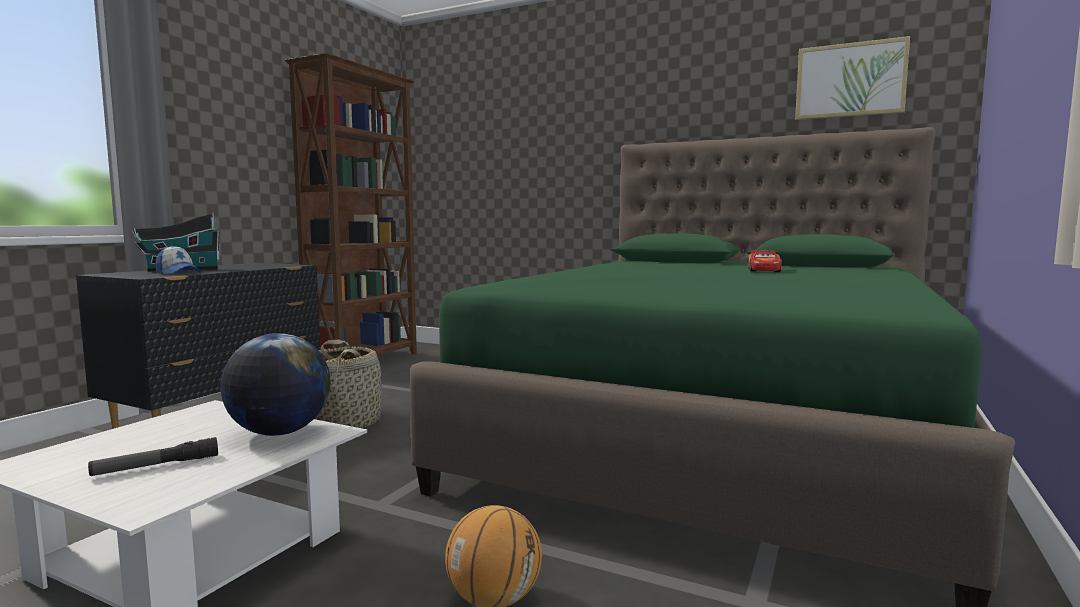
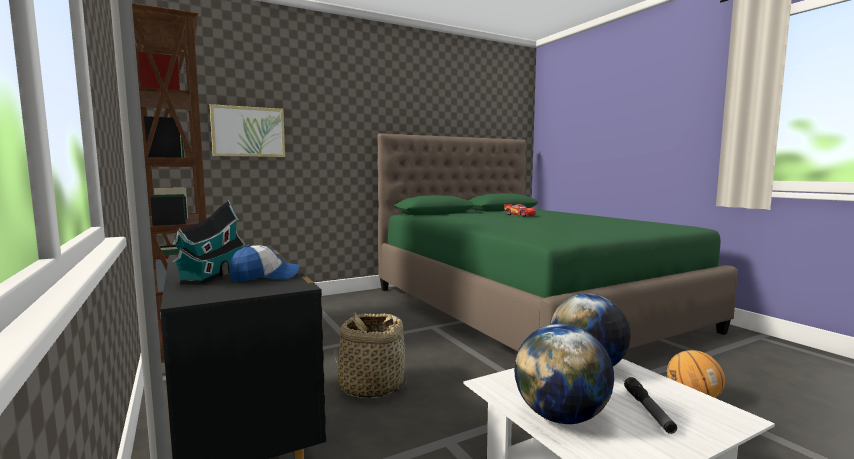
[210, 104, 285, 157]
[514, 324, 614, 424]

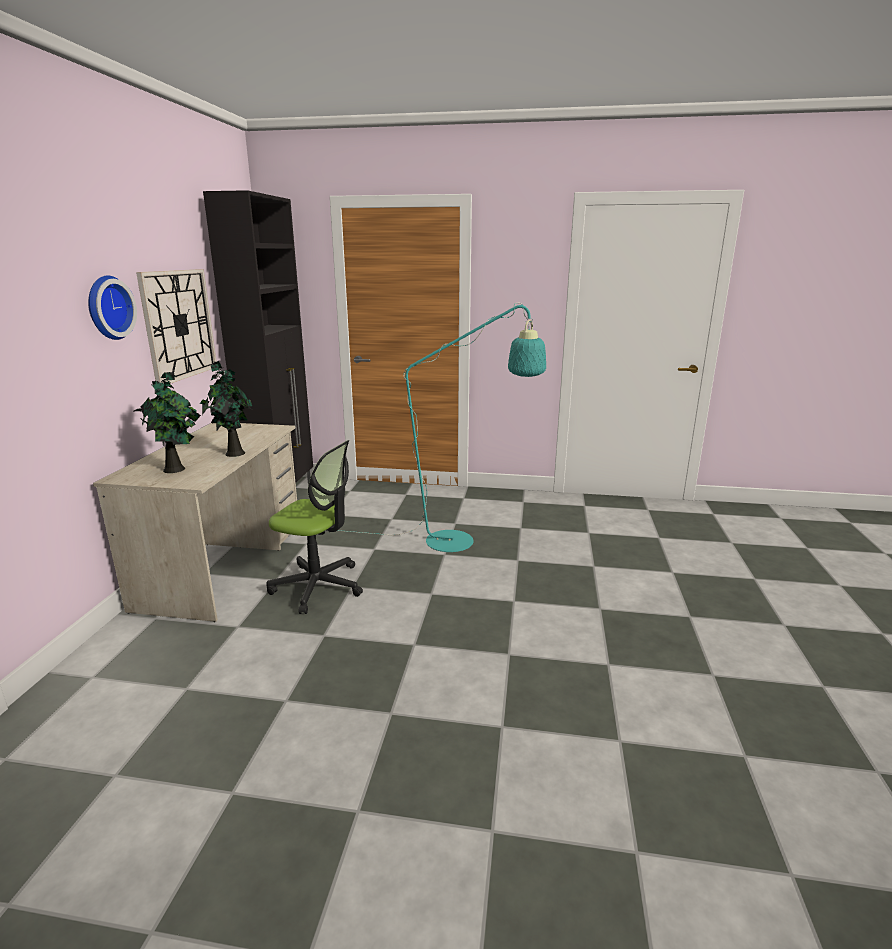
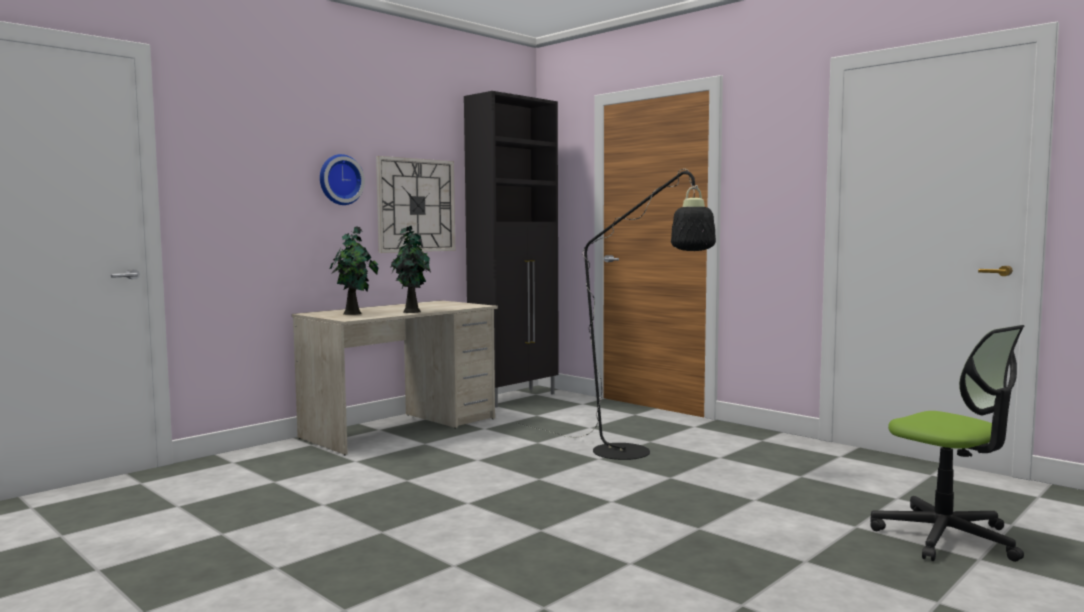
[516, 169, 716, 460]
[870, 325, 1024, 562]

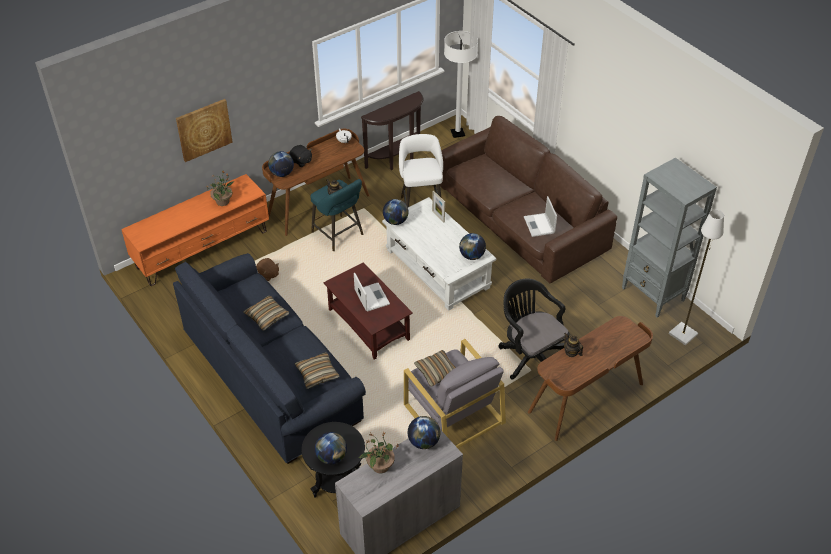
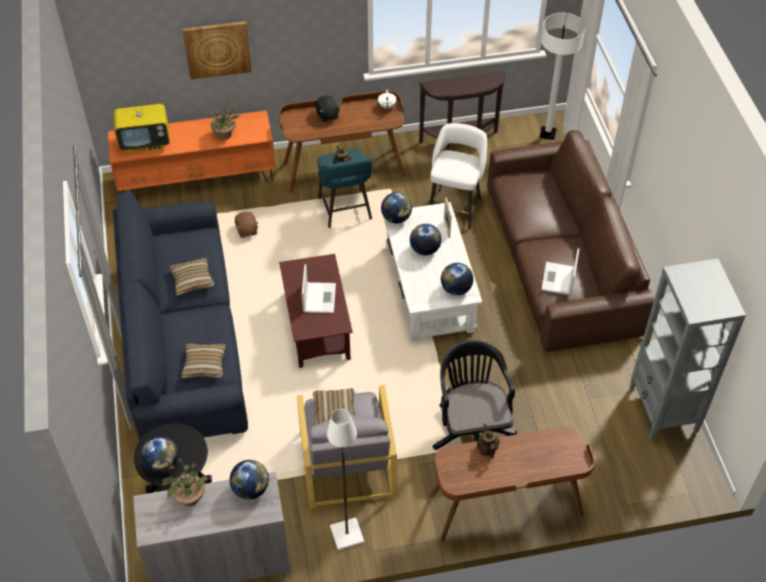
[114, 97, 170, 153]
[327, 409, 364, 551]
[410, 224, 441, 256]

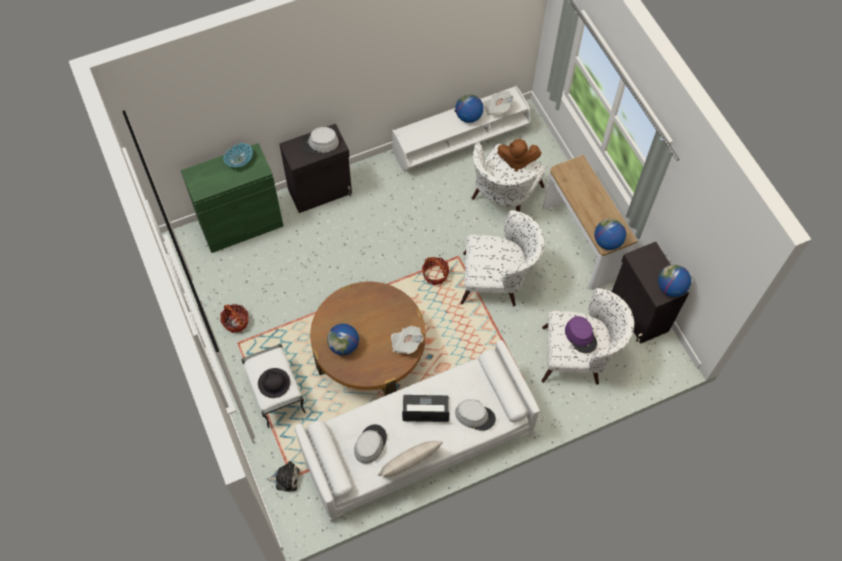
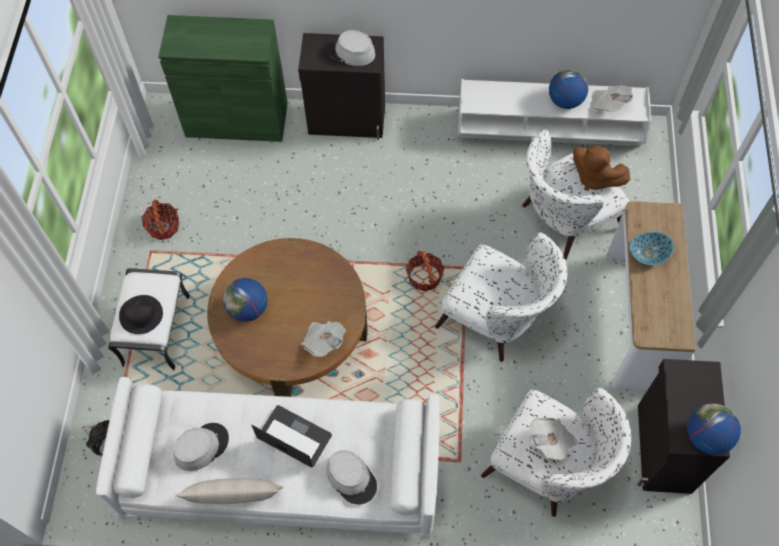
[530, 417, 578, 461]
[630, 232, 674, 265]
[594, 219, 626, 250] (first image)

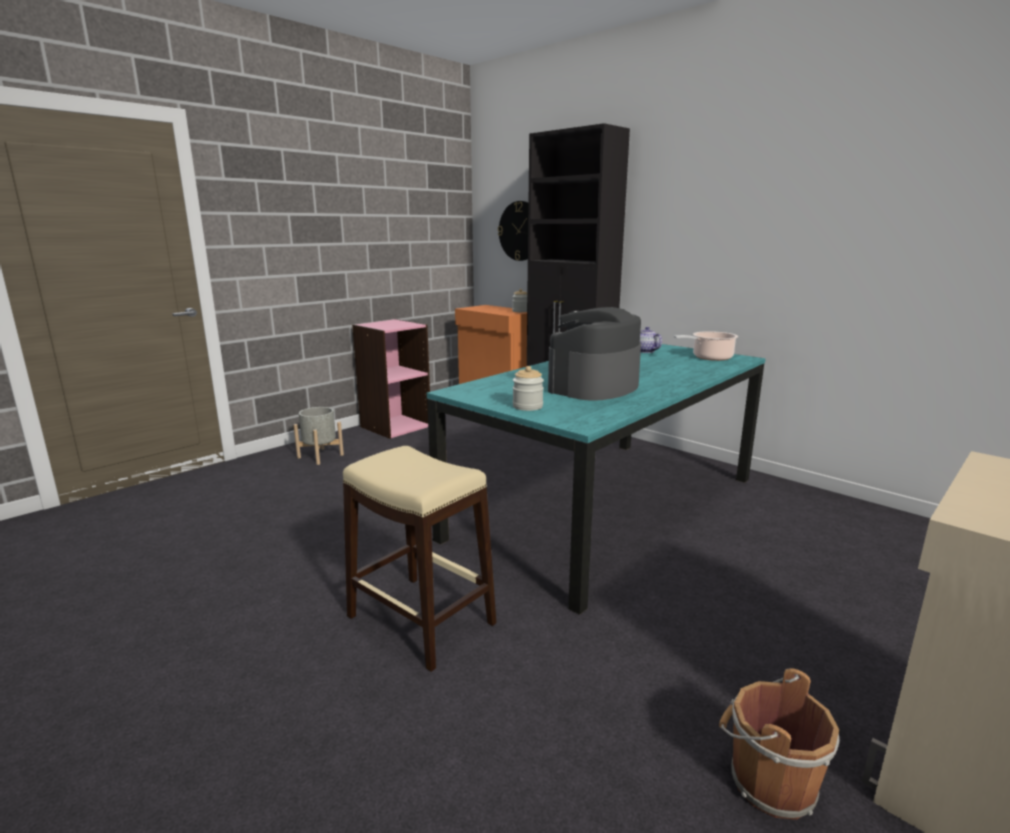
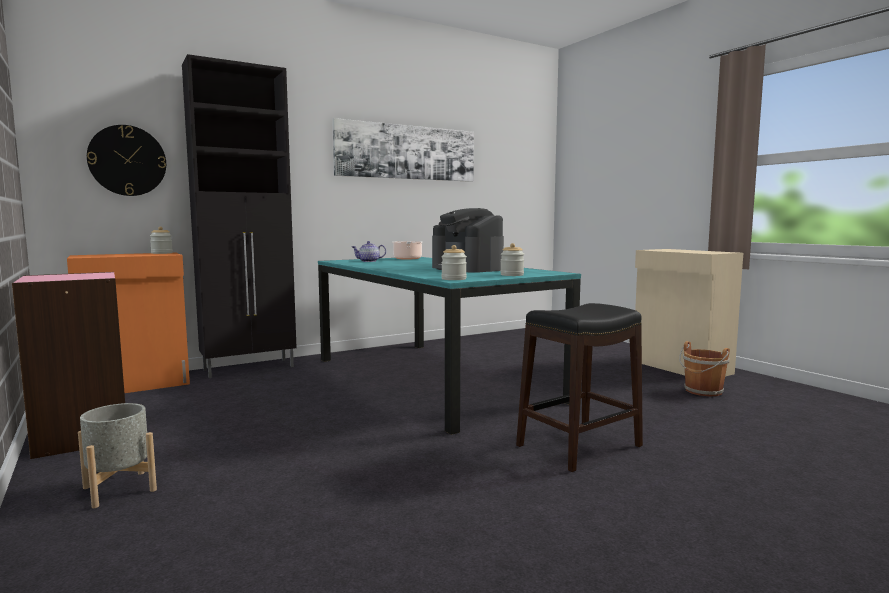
[332, 118, 474, 182]
[441, 245, 467, 280]
[516, 303, 643, 472]

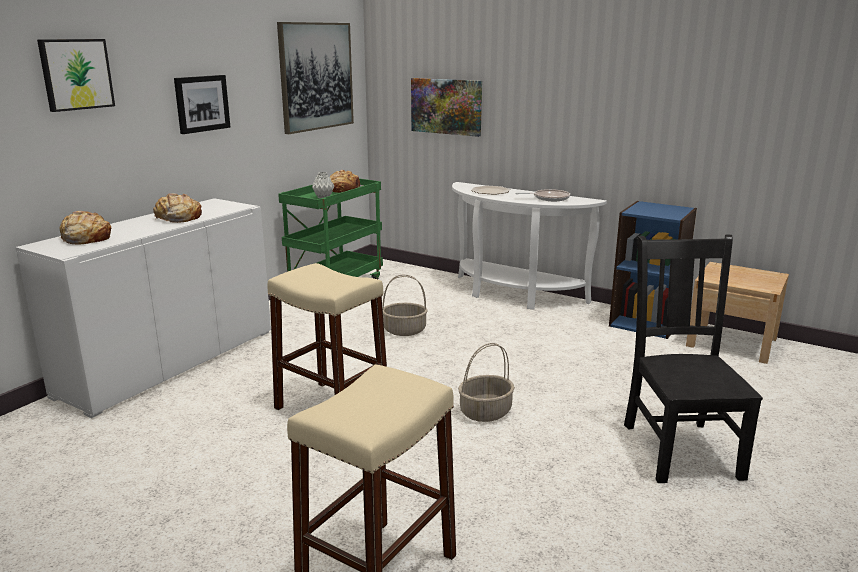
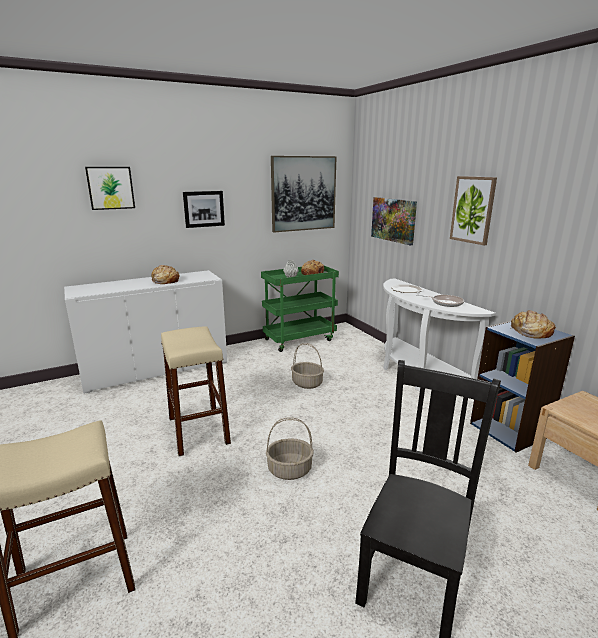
[450, 176, 497, 245]
[511, 310, 556, 339]

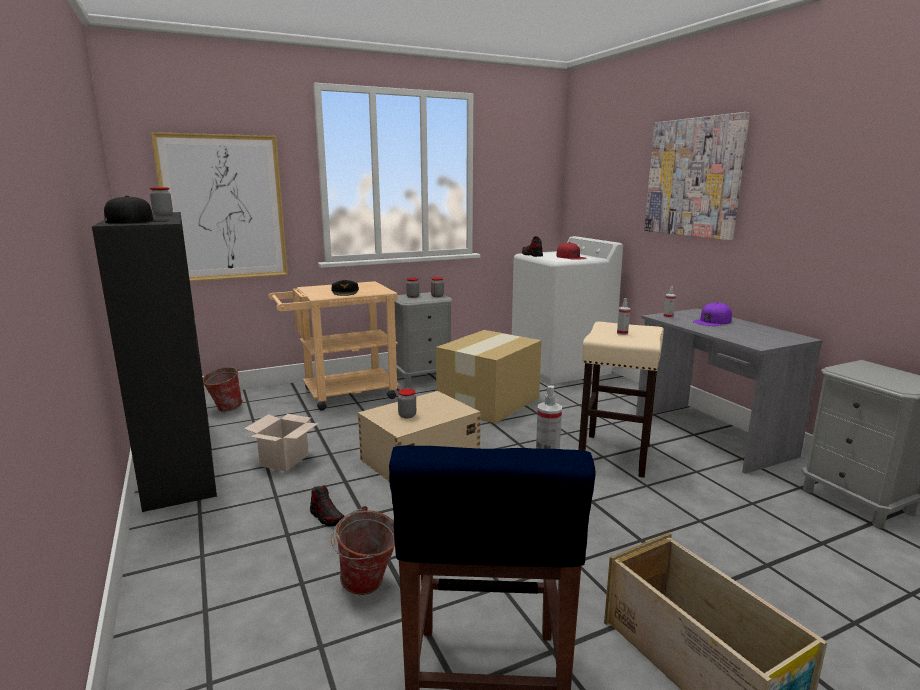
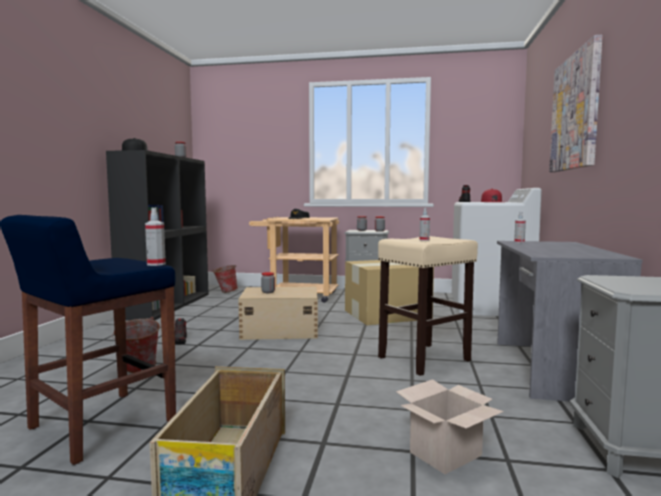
[396, 379, 504, 474]
[151, 132, 288, 281] (first image)
[693, 302, 732, 326] (first image)

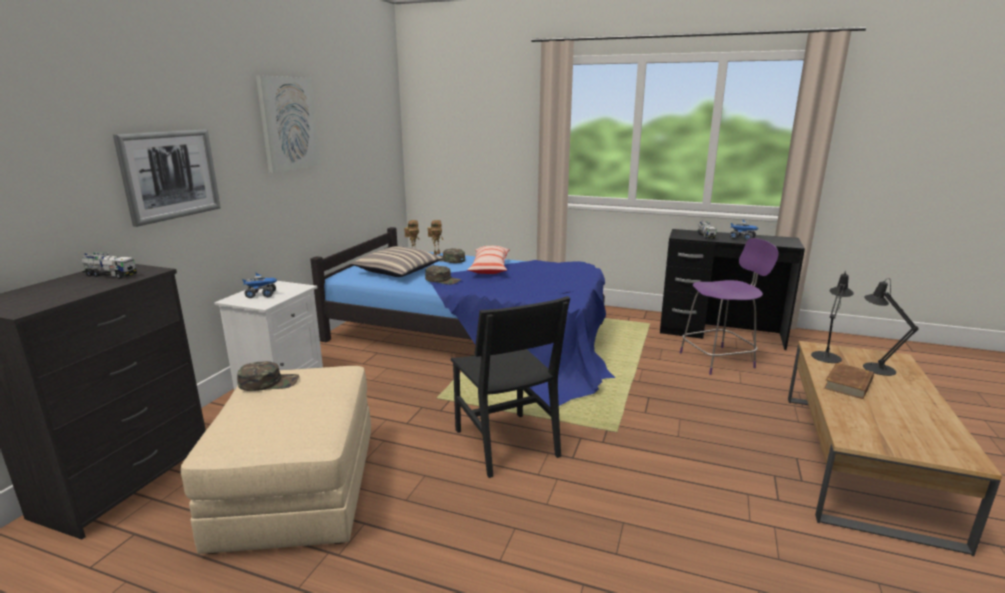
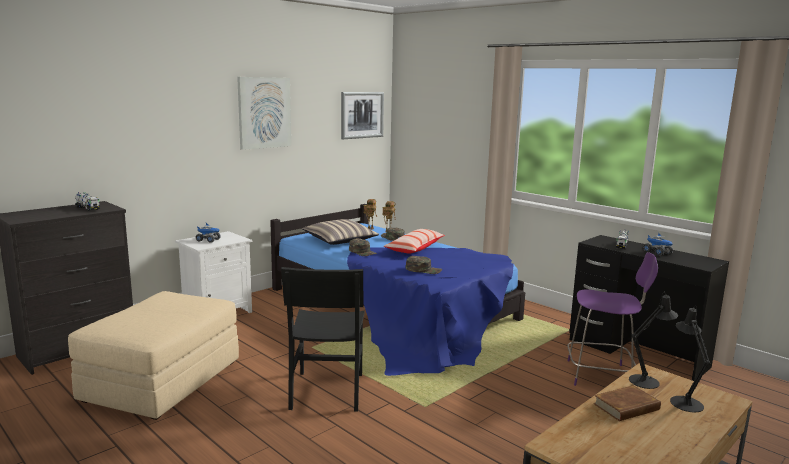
[341, 92, 384, 139]
[406, 256, 442, 274]

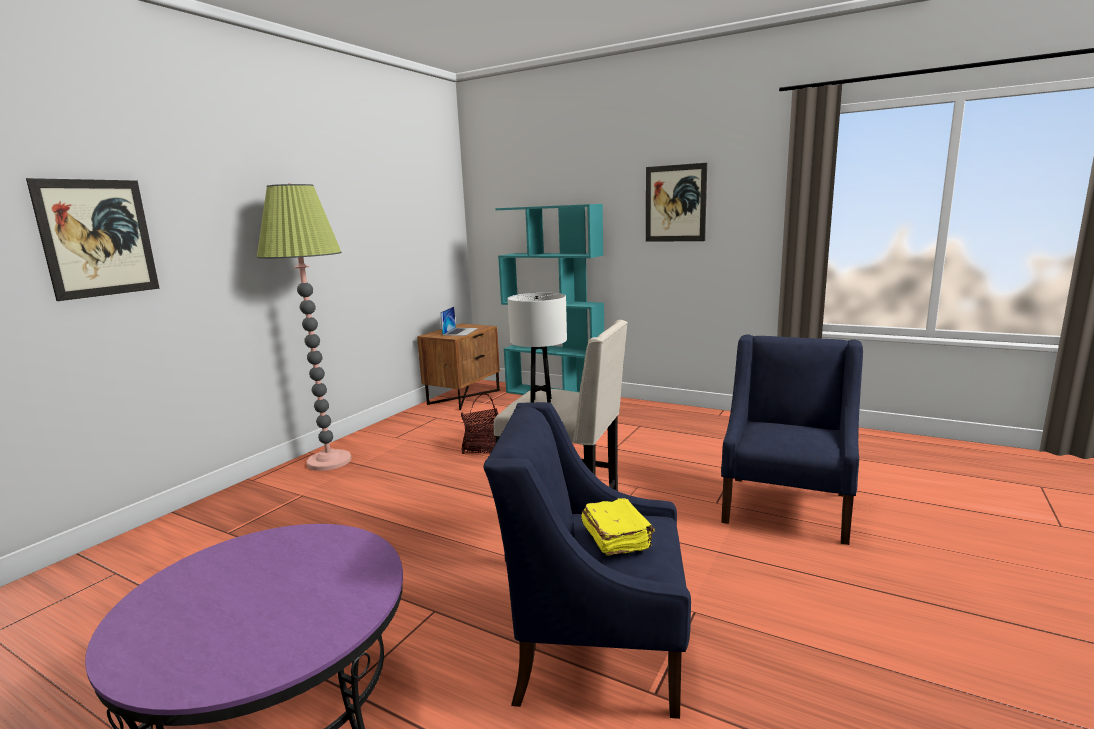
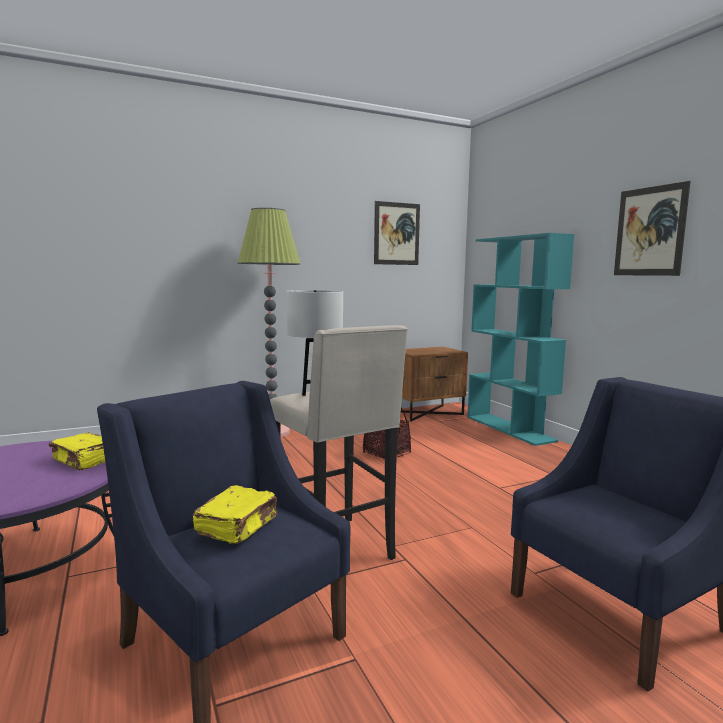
[49, 432, 105, 470]
[374, 201, 420, 265]
[440, 307, 478, 336] (first image)

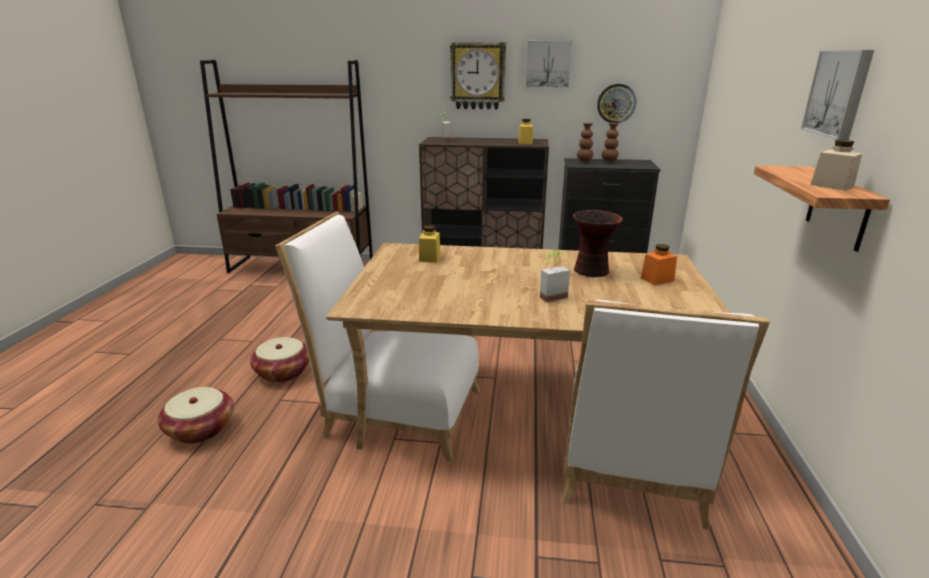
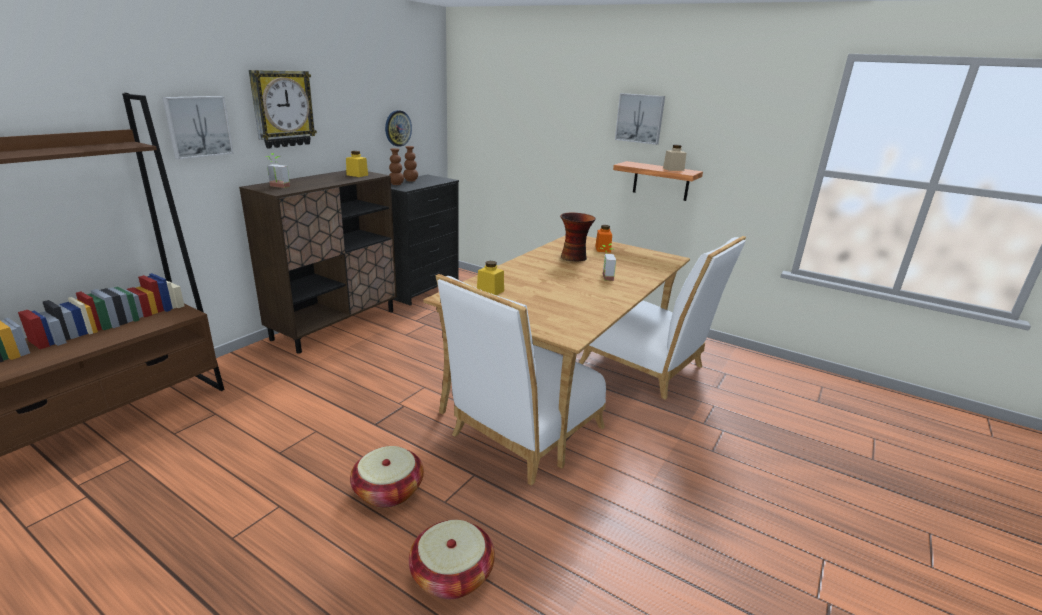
[162, 96, 234, 159]

